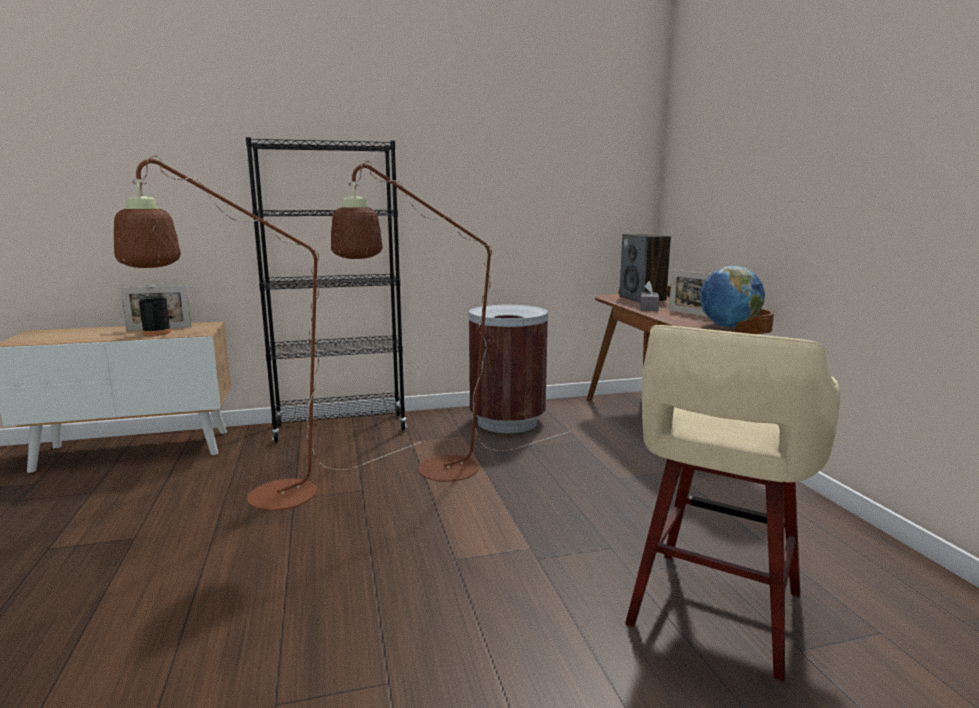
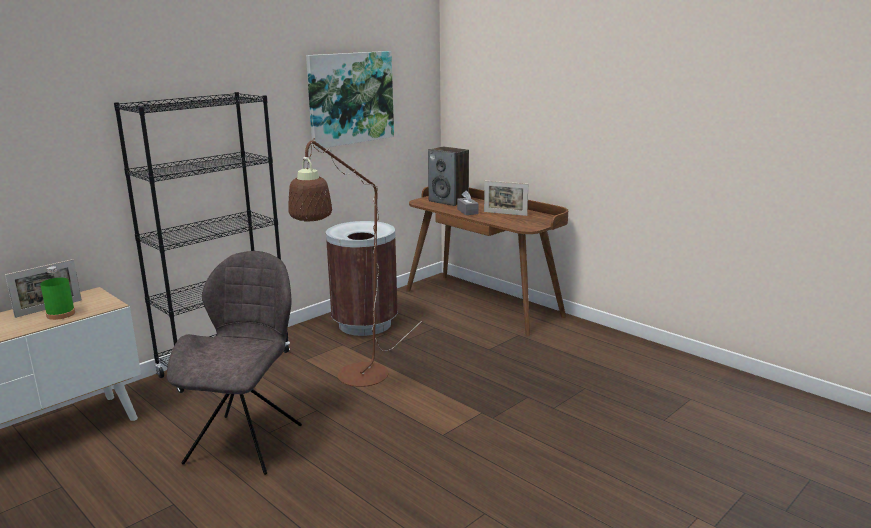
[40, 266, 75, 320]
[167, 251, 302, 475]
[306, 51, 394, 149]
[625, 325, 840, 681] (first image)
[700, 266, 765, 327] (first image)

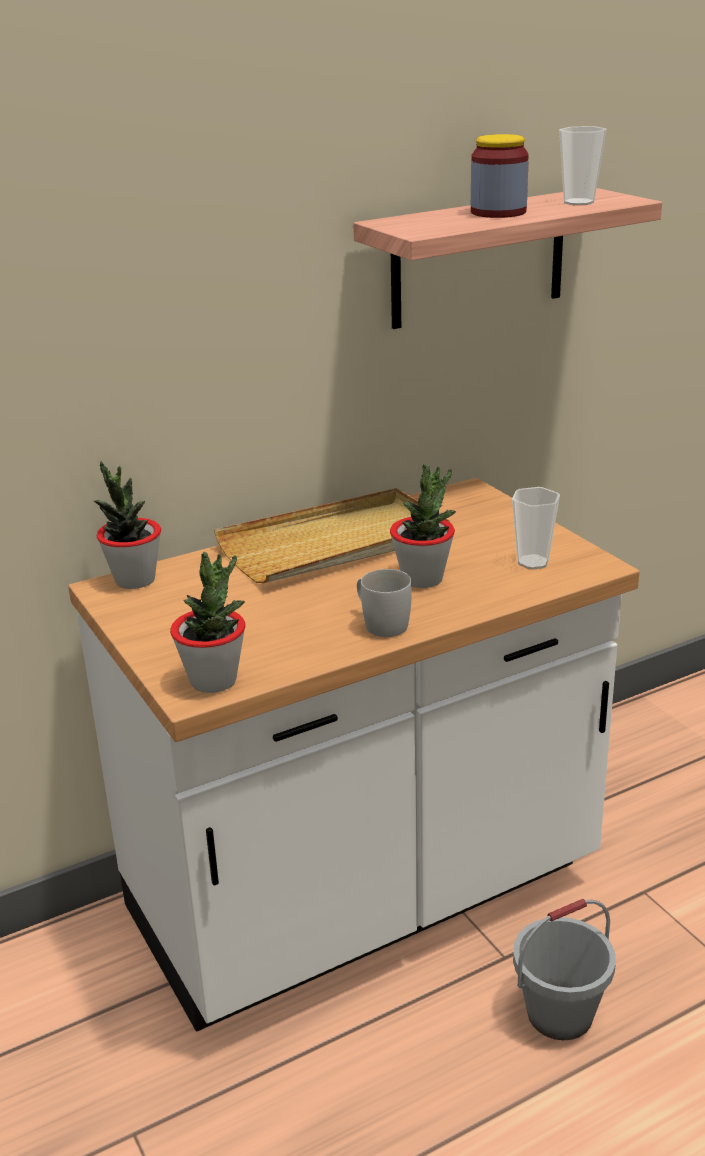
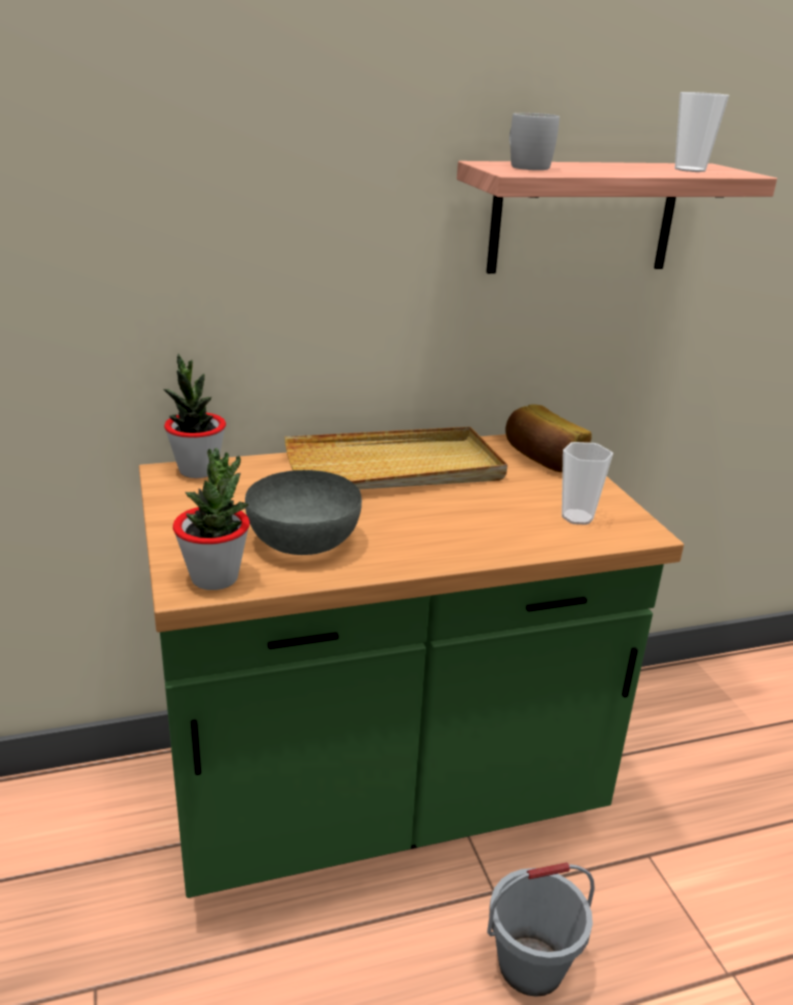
[139, 434, 684, 898]
[245, 470, 362, 555]
[505, 404, 592, 473]
[509, 113, 560, 170]
[390, 464, 456, 588] (first image)
[471, 134, 529, 218] (first image)

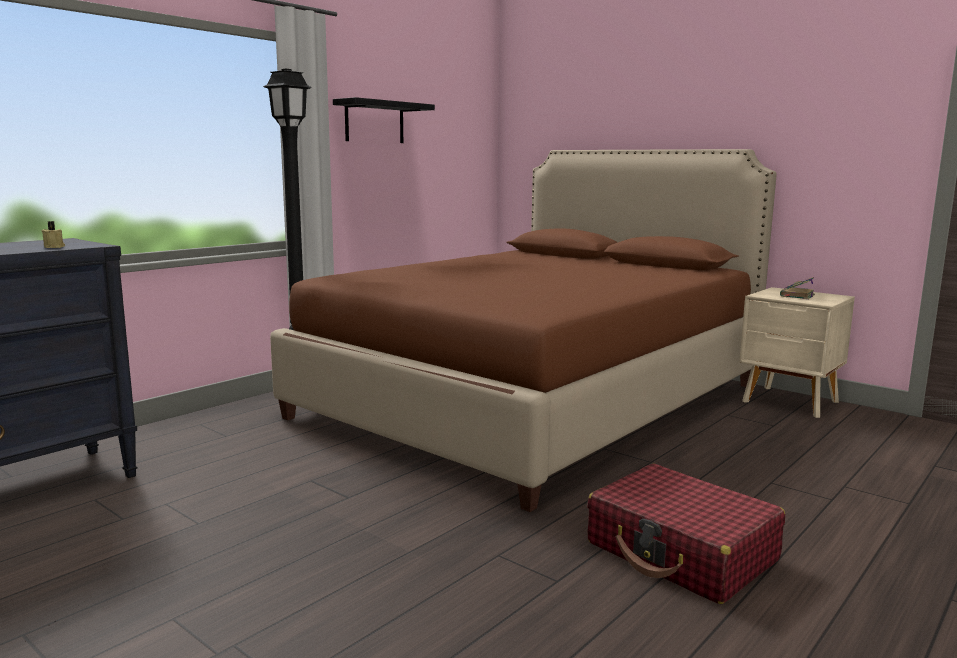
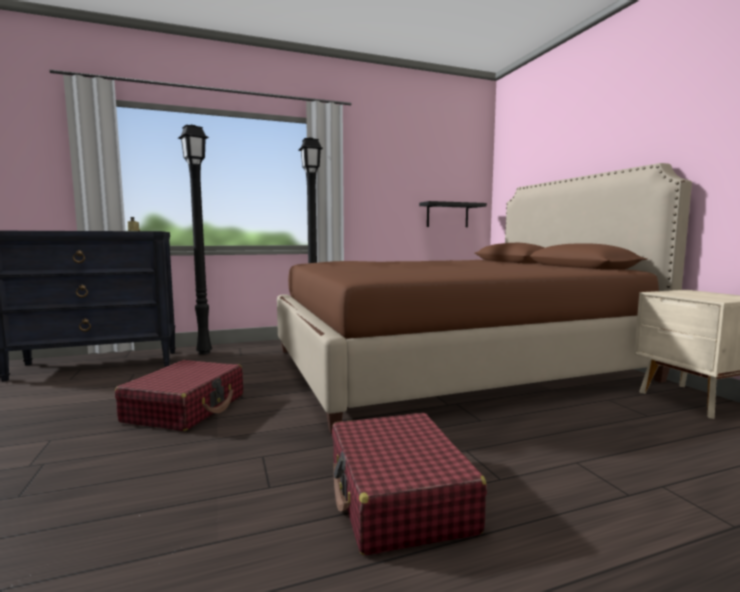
[115, 360, 243, 431]
[178, 125, 212, 355]
[419, 201, 487, 227]
[780, 277, 815, 299] (first image)

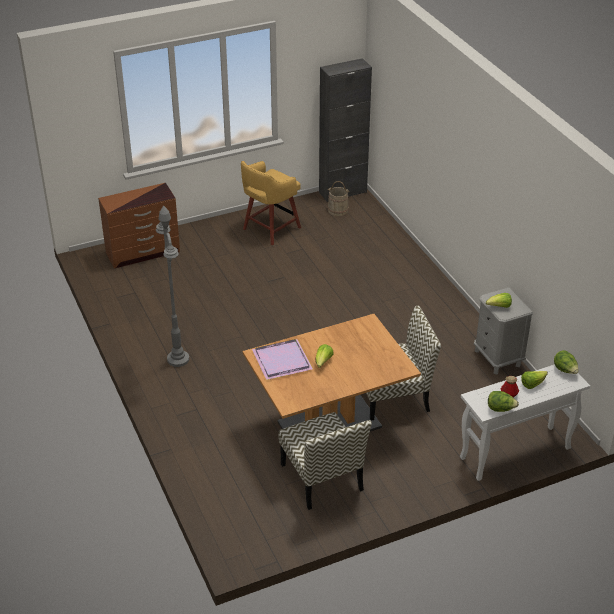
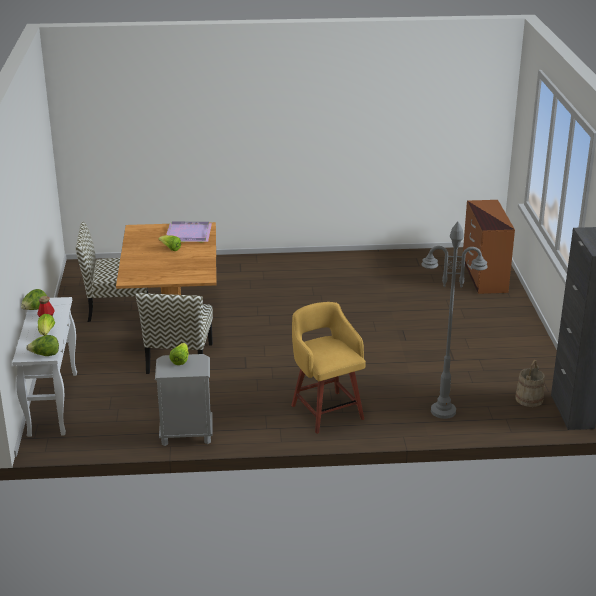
[291, 302, 366, 434]
[421, 222, 488, 419]

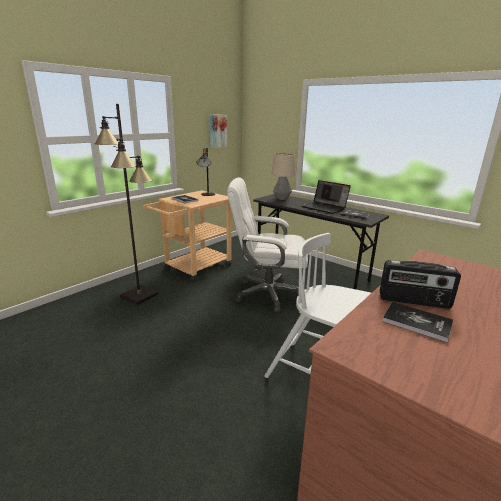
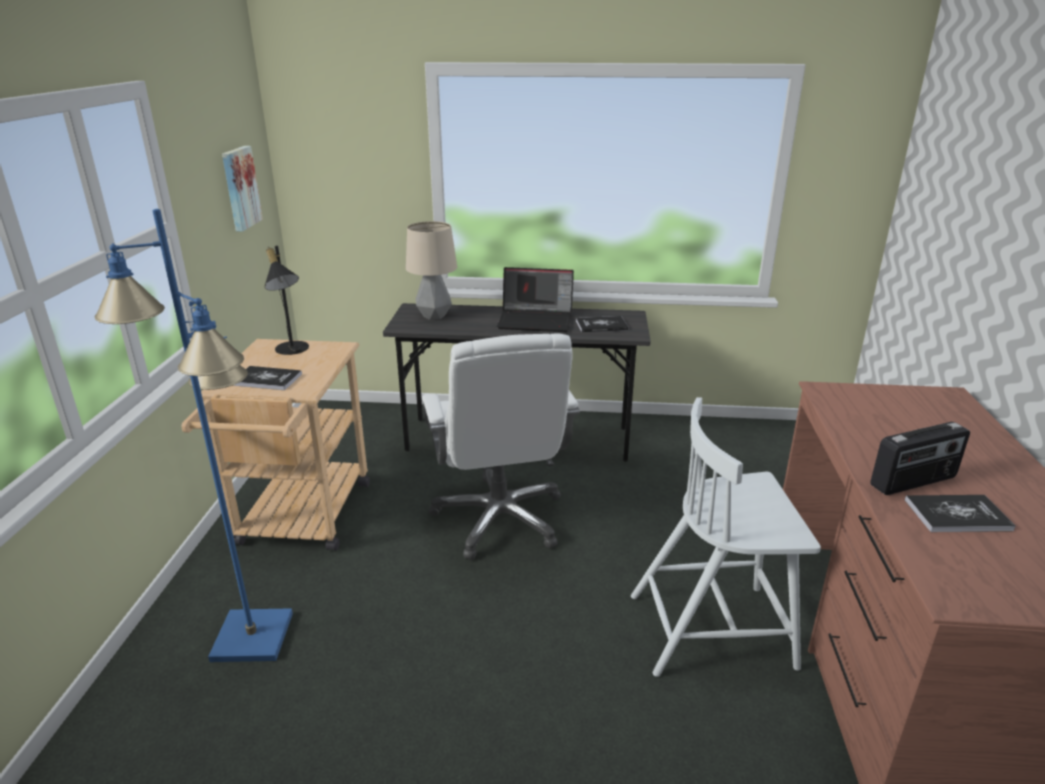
[94, 209, 293, 662]
[422, 334, 580, 560]

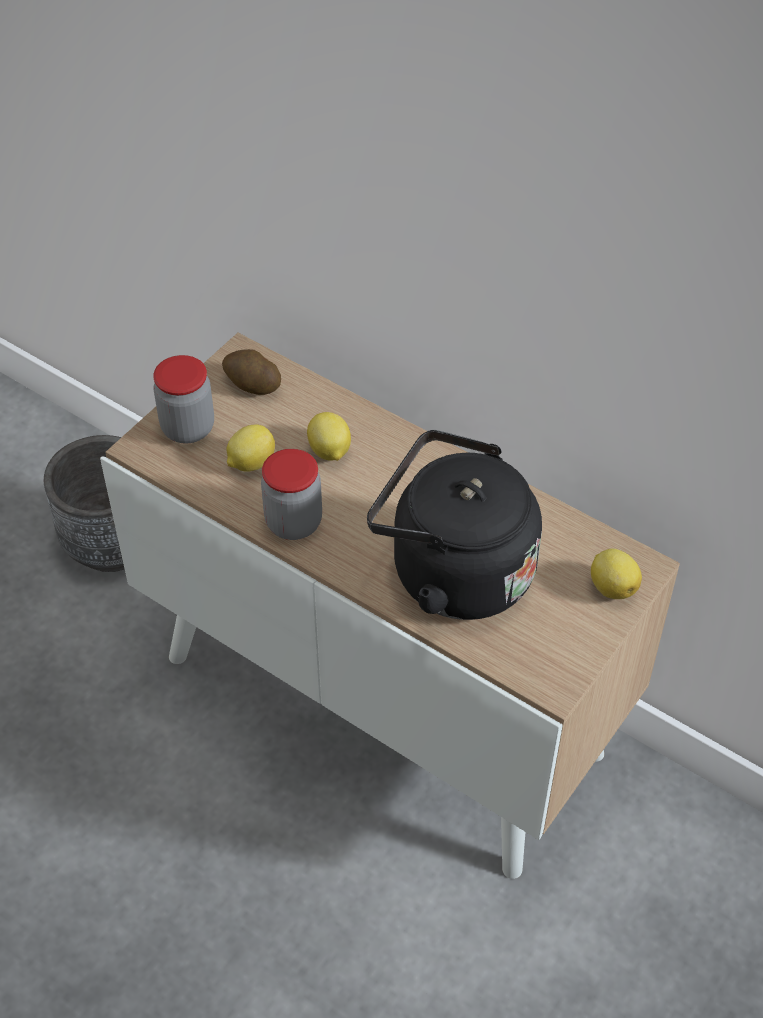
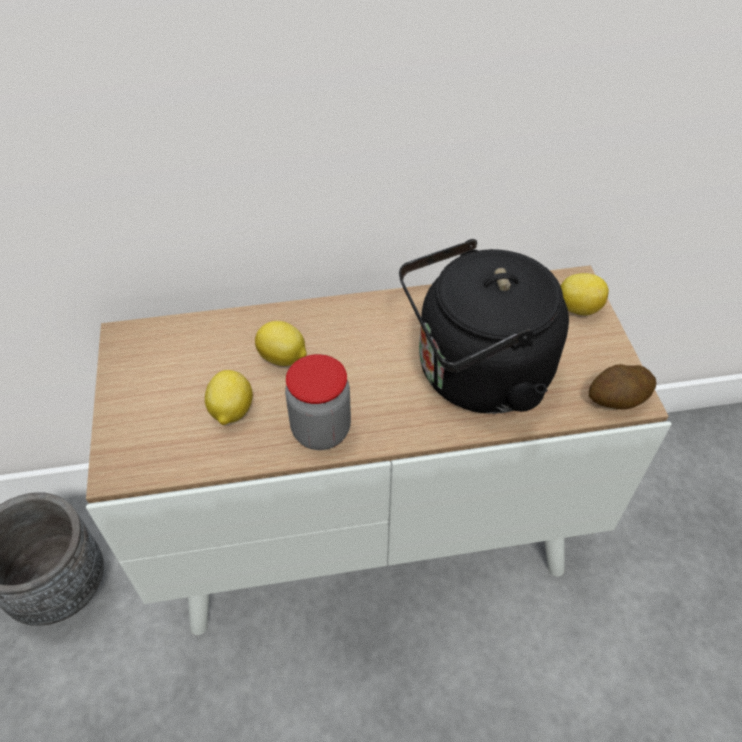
[589, 364, 656, 410]
[153, 355, 214, 444] (first image)

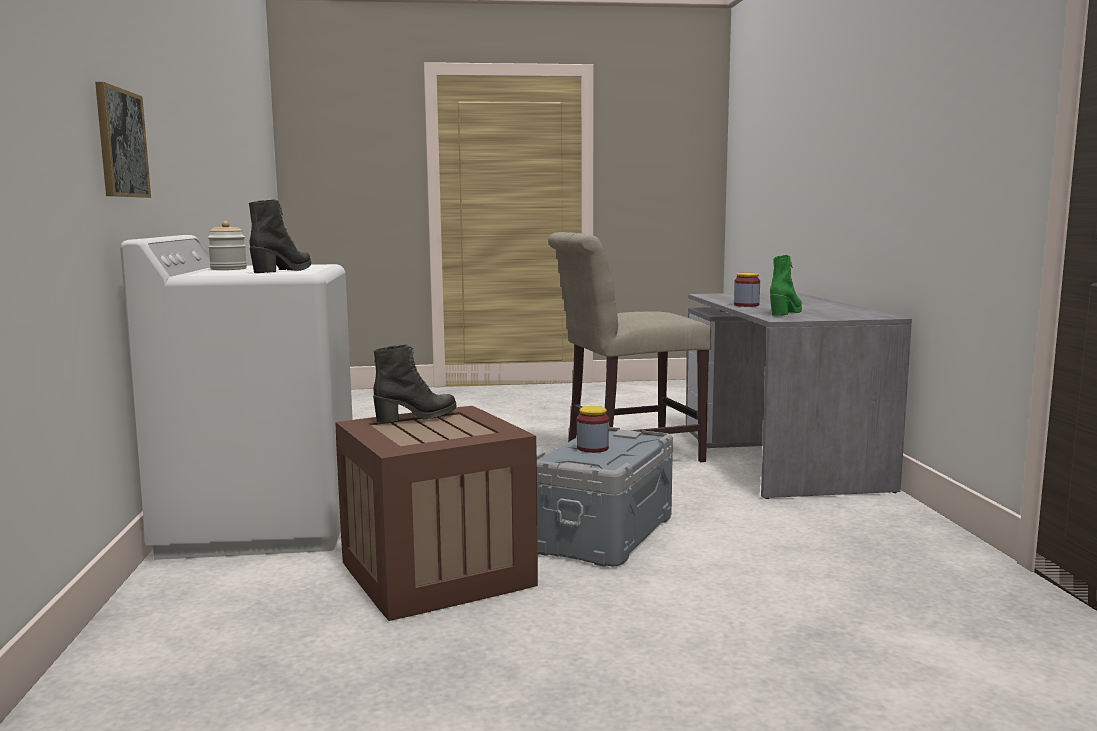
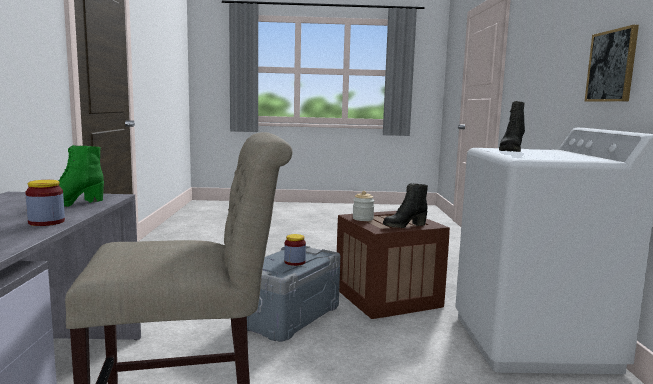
[353, 191, 375, 221]

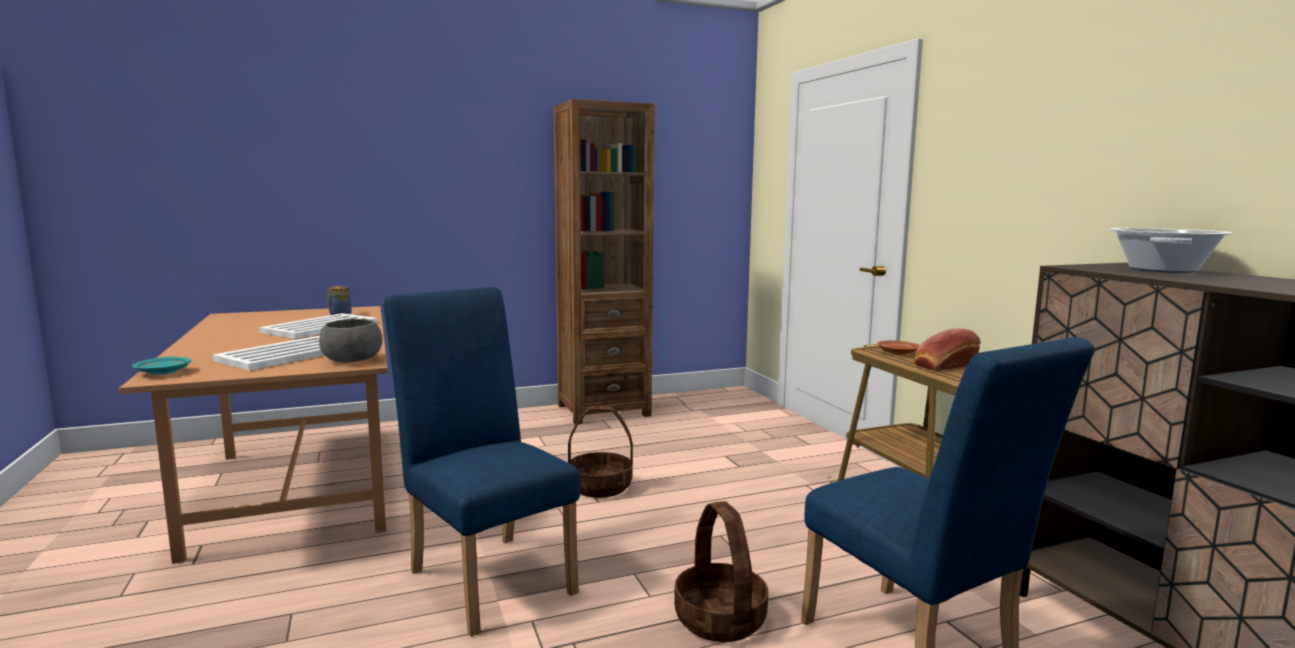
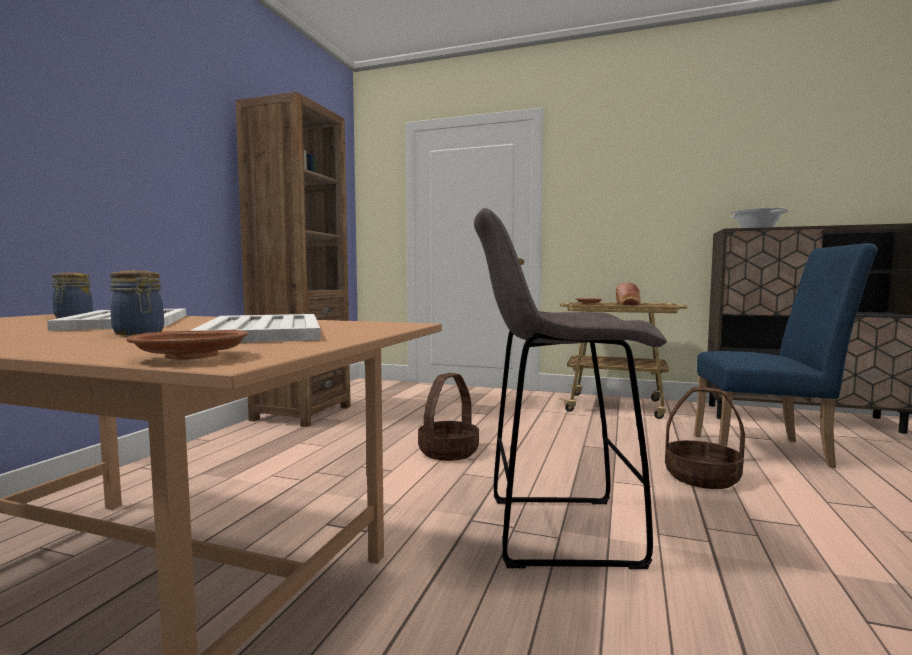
[110, 271, 164, 335]
[126, 330, 248, 360]
[474, 208, 667, 569]
[319, 319, 383, 363] (first image)

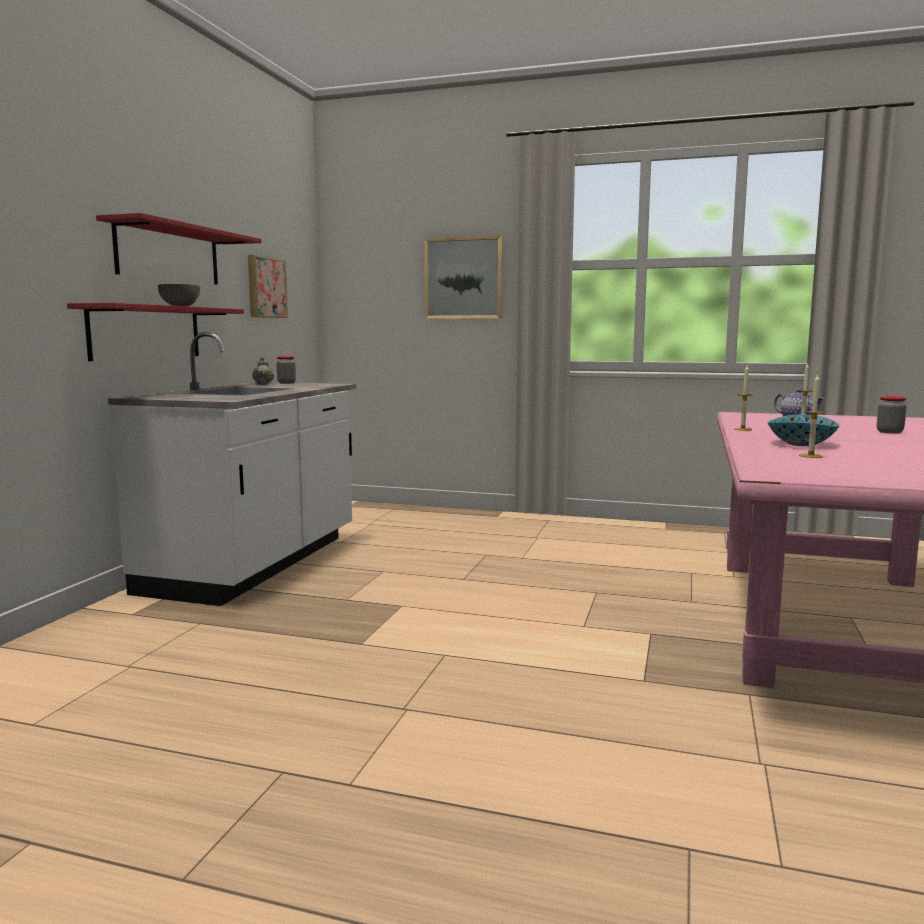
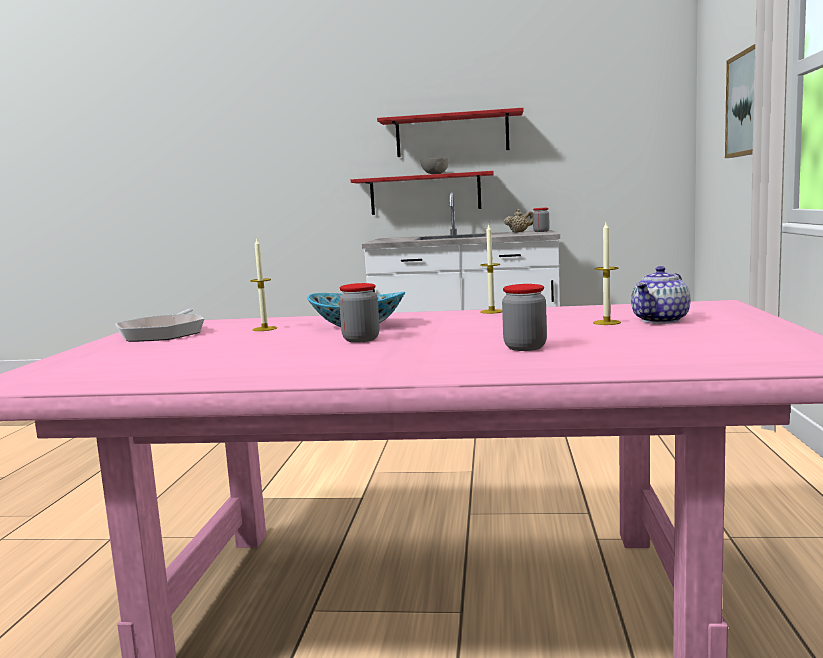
[116, 308, 204, 342]
[339, 283, 380, 343]
[248, 255, 288, 318] (first image)

